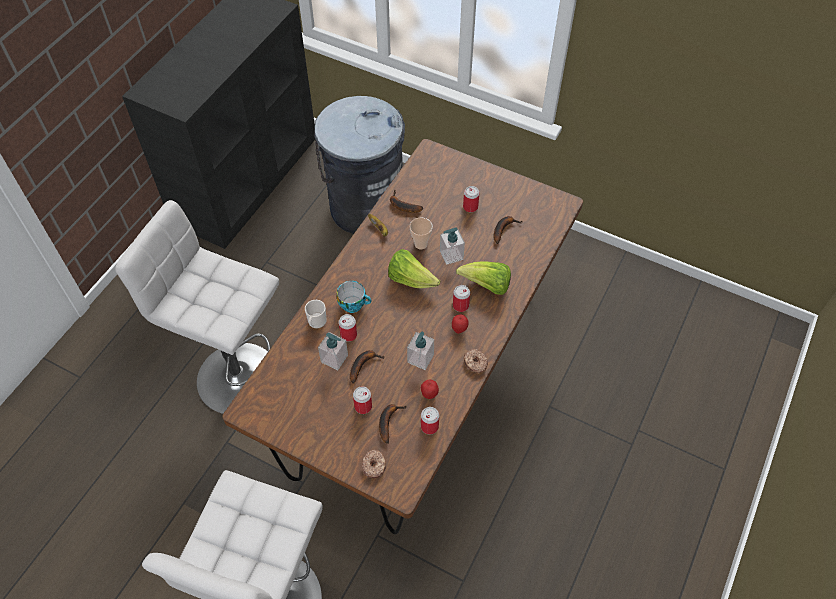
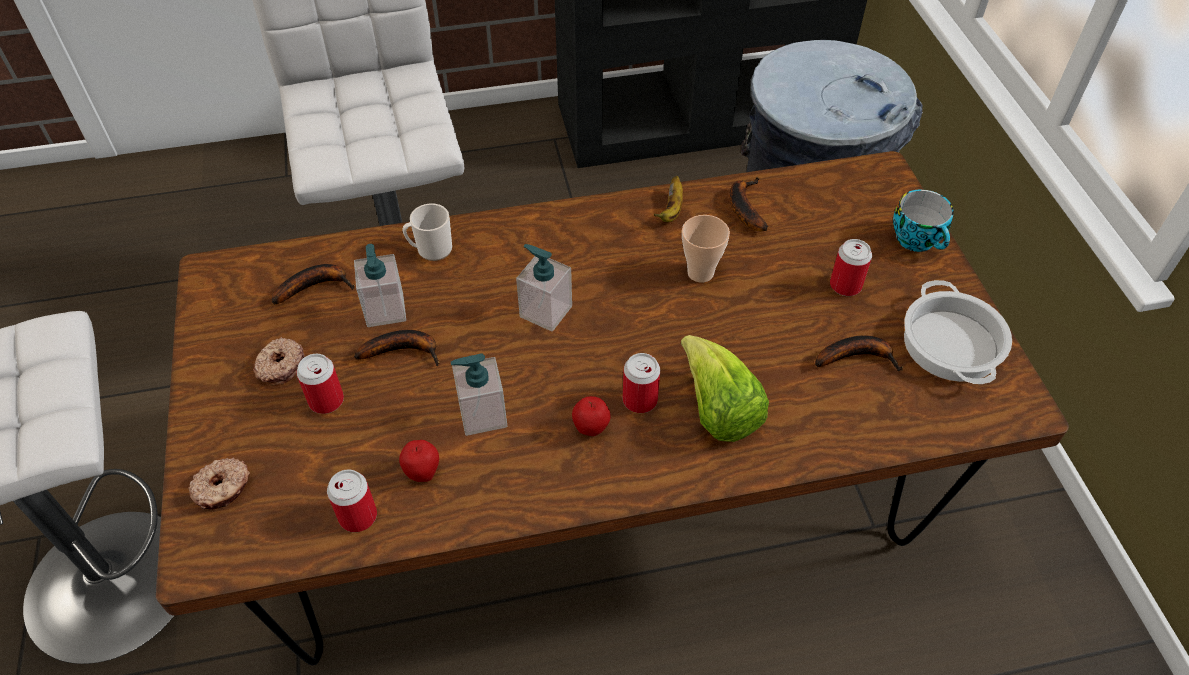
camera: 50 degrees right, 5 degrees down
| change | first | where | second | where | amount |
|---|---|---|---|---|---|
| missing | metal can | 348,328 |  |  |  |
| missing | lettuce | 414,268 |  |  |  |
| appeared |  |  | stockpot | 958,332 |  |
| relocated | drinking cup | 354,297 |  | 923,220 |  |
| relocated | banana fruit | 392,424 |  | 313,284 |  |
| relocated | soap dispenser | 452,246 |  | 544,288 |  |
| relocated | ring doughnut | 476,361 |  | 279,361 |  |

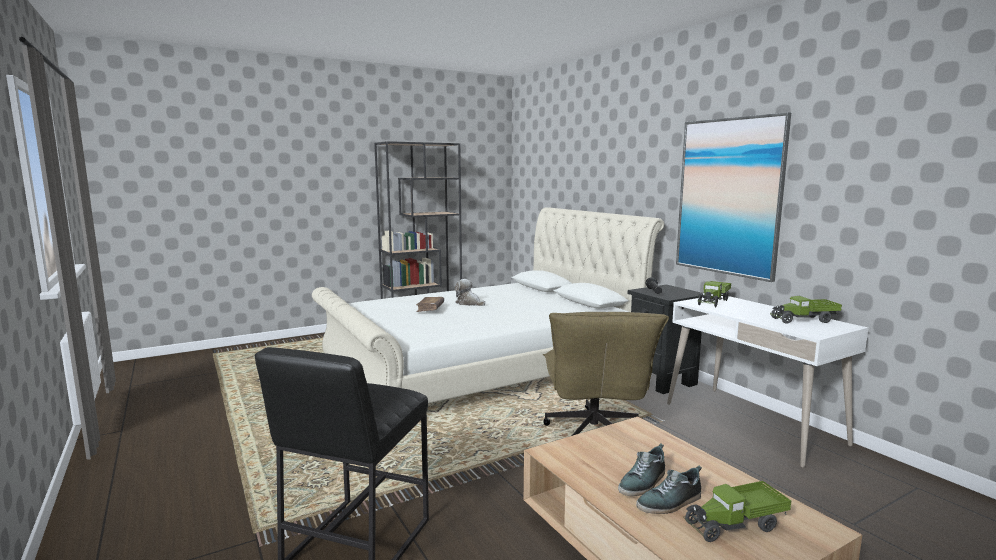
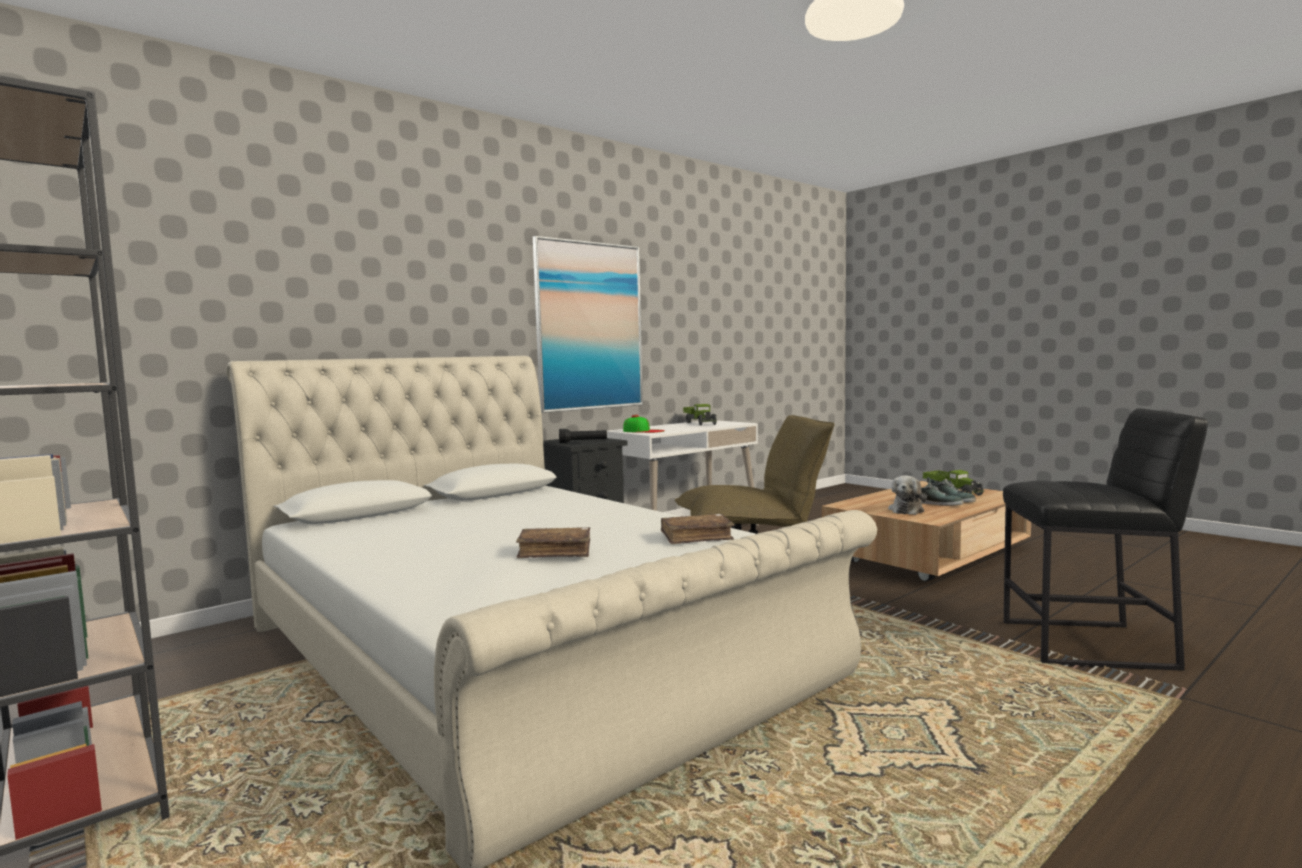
camera: 100 degrees left, 5 degrees down
| change | first | where | second | where | amount |
|---|---|---|---|---|---|
| appeared |  |  | volume/brown-coloured | 698,529 |  |
| relocated | plush toy | 470,292 |  | 907,495 |  |
| exchanged | toy lorry | 714,294 | cap | 644,424 |  |

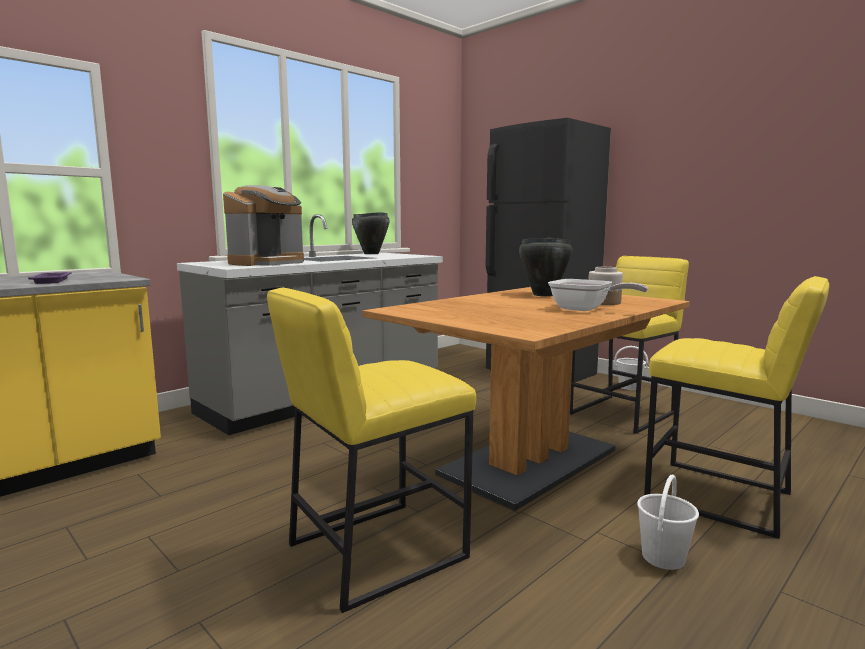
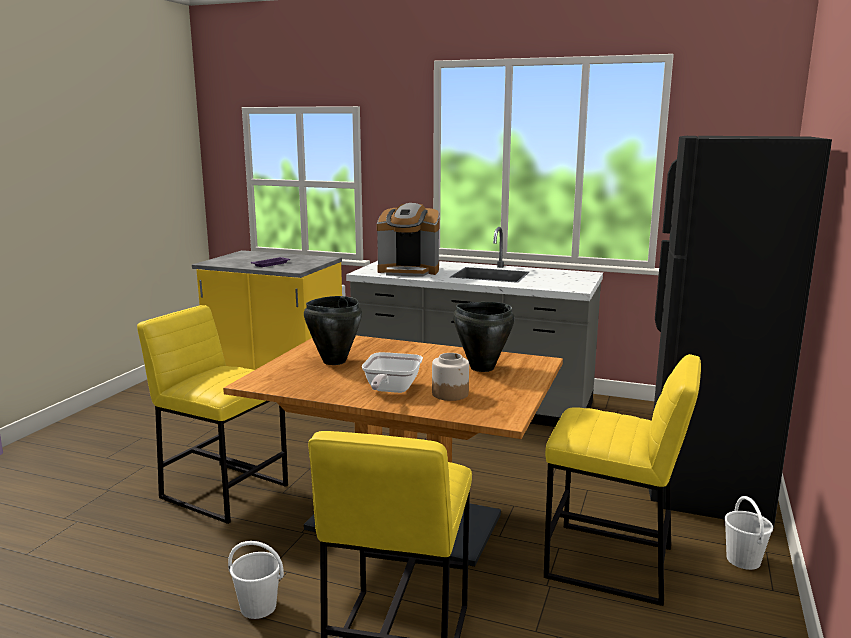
camera: 65 degrees right, 5 degrees up
| change | first | where | second | where | amount |
|---|---|---|---|---|---|
| relocated | stockpot/blackish | 371,233 |  | 333,330 |  |

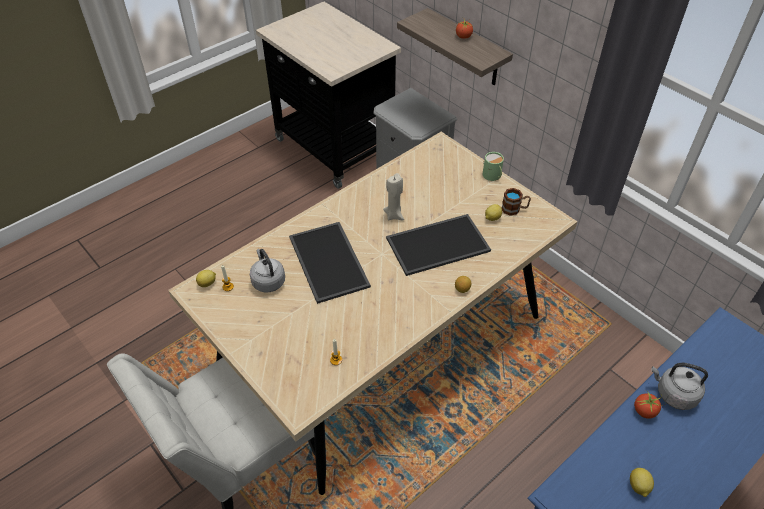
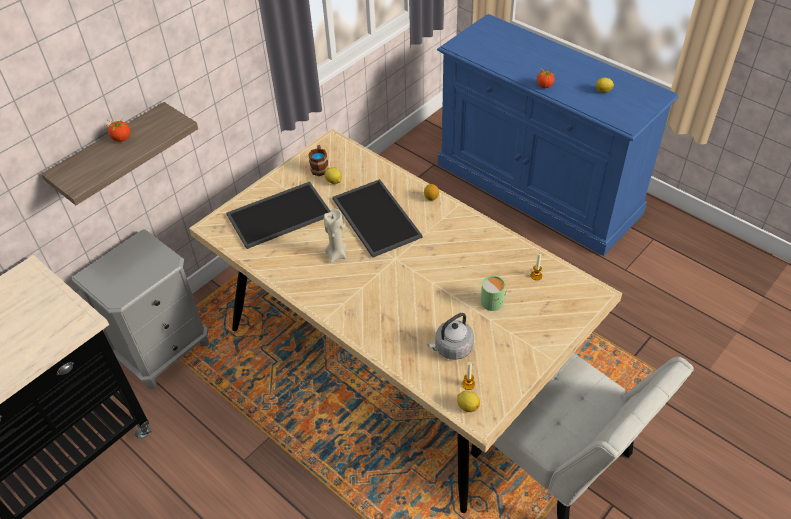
camera: 95 degrees left, 0 degrees up
| change | first | where | second | where | amount |
|---|---|---|---|---|---|
| missing | kettle/greyish | 679,386 |  |  |  |
| relocated | carrying tray | 330,263 |  | 278,215 |  |
| relocated | coffee mug/green-coloured | 493,166 |  | 493,293 |  |

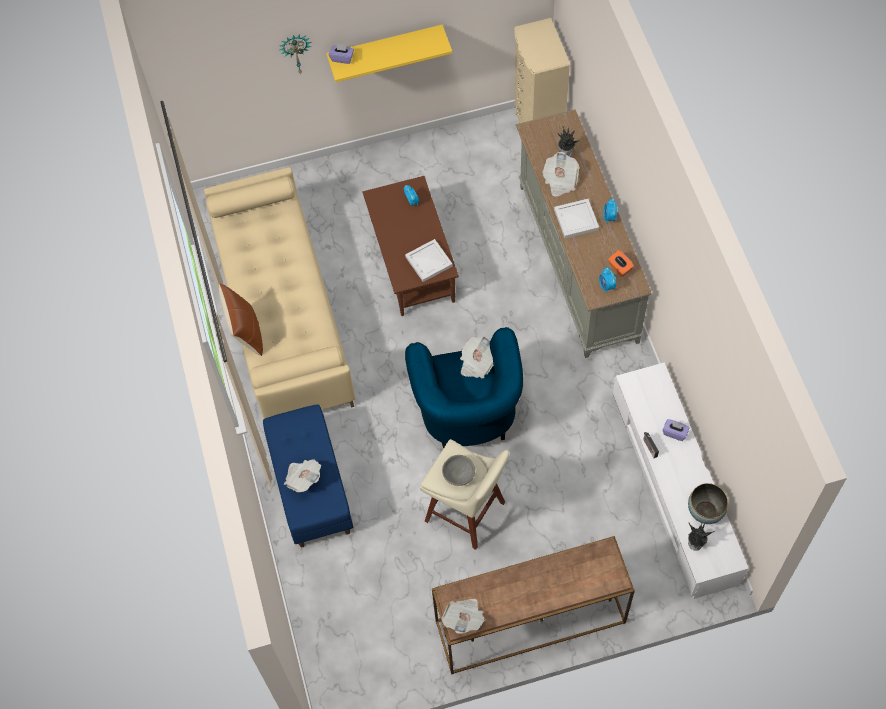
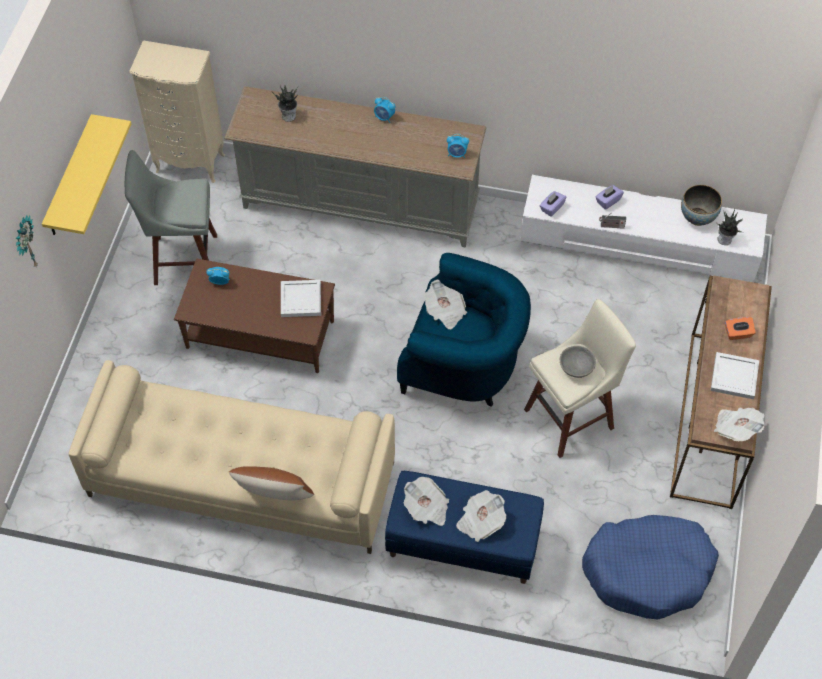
camera: 65 degrees left, 5 degrees down
| change | first | where | second | where | amount |
|---|---|---|---|---|---|
| appeared |  |  | stool seat/greyish | 171,217 |  |
| appeared |  |  | dog cushion/blue-coloured | 650,567 |  |
| relocated | tissue holder/purple | 341,54 |  | 553,204 |  |
| relocated | daily paper | 561,174 |  | 426,501 |  |
| relocated | carrying tray/white-coloured | 576,218 |  | 734,375 |  |
| relocated | tissue holder/orange-coloured | 621,263 |  | 740,328 |  |

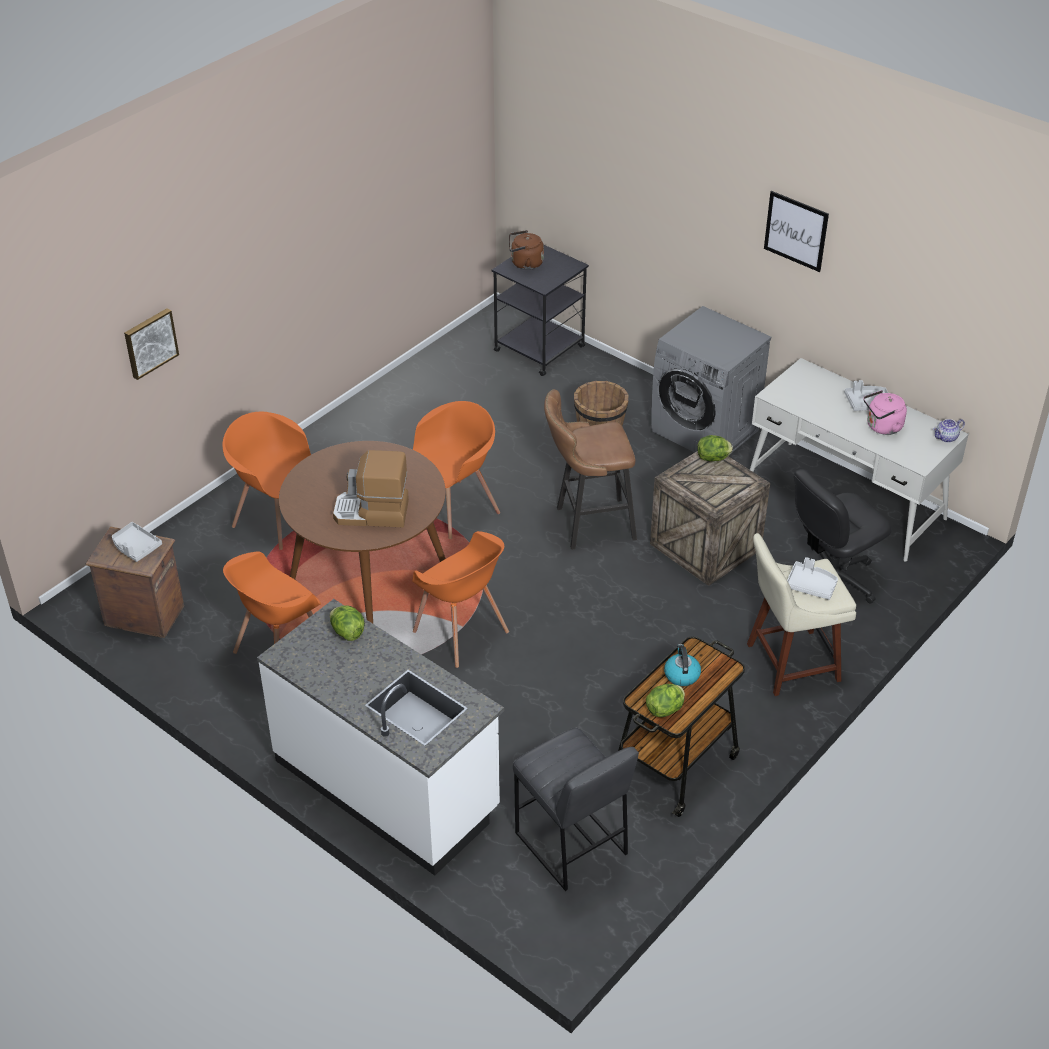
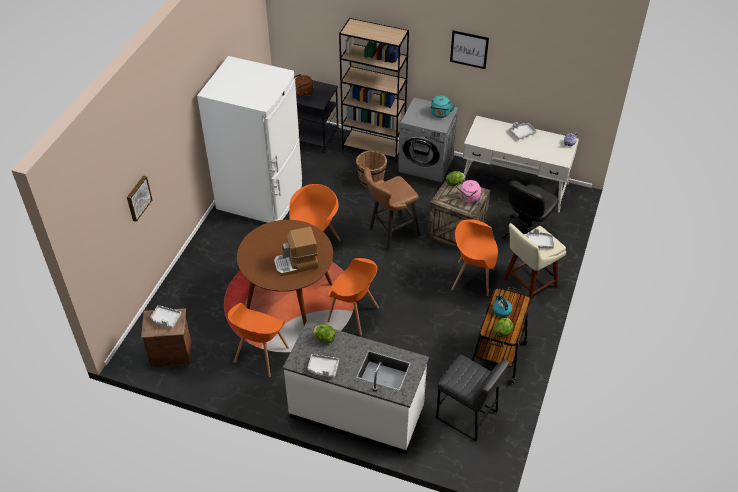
camera: 20 degrees left, 5 degrees up
| change | first | where | second | where | amount |
|---|---|---|---|---|---|
| appeared |  |  | kitchen fridge/white-coloured | 249,139 |  |
| appeared |  |  | carrying tray/greyish | 323,366 |  |
| appeared |  |  | bookcase/beige-coloured | 374,90 |  |
| appeared |  |  | kettle/turquoise-coloured | 443,107 |  |
| relocated | upright chair/orange-coloured | 267,481 |  | 474,257 |  |
| relocated | kettle/pinkish | 885,412 |  | 468,192 |  |

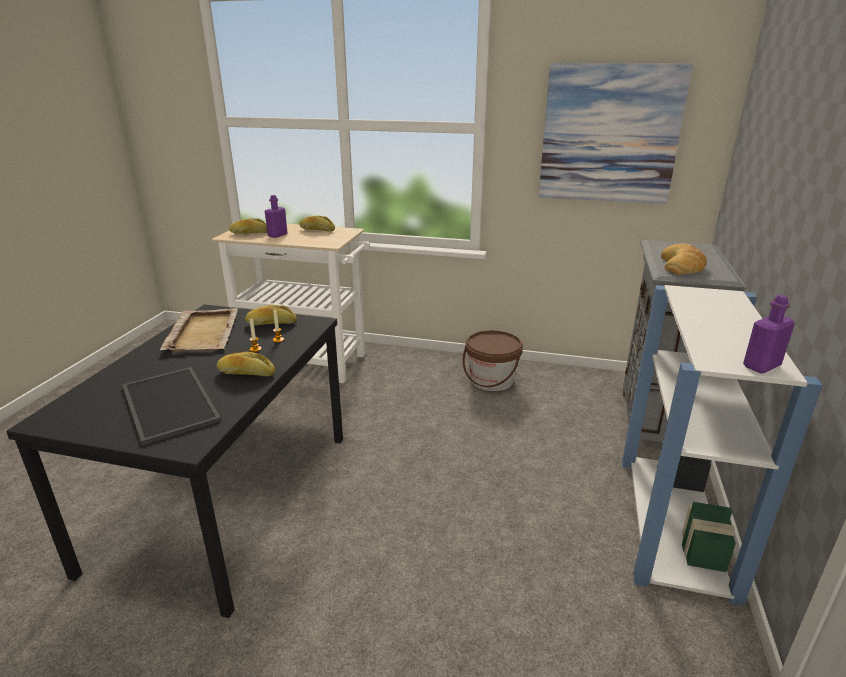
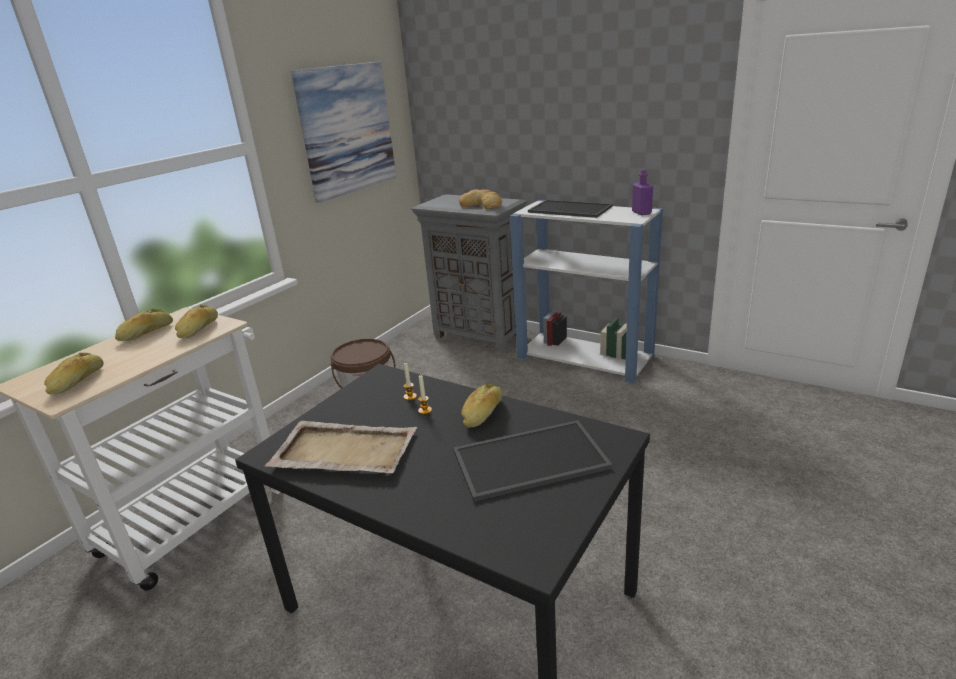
camera: 70 degrees left, 0 degrees up
| change | first | where | second | where | amount |
|---|---|---|---|---|---|
| missing | drink bottle/purple | 276,216 |  |  |  |
| appeared |  |  | carrying tray | 570,209 |  |
| relocated | bread | 271,315 |  | 196,321 |  |

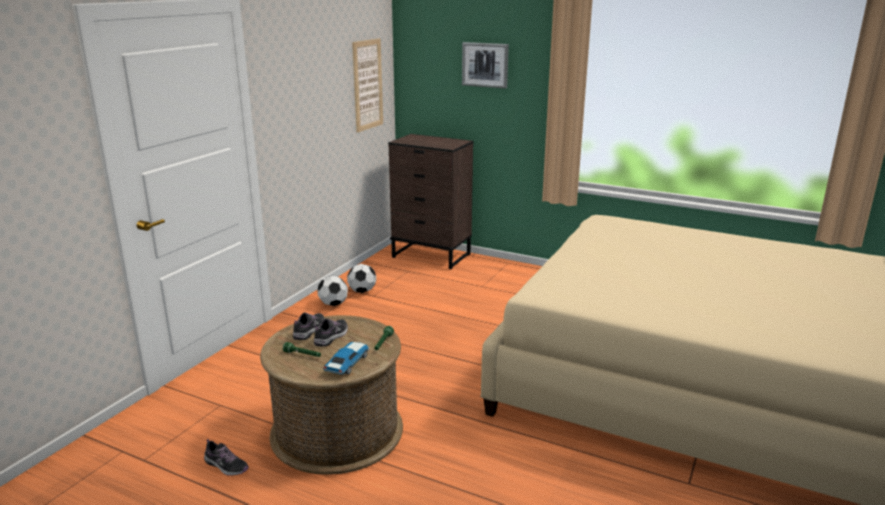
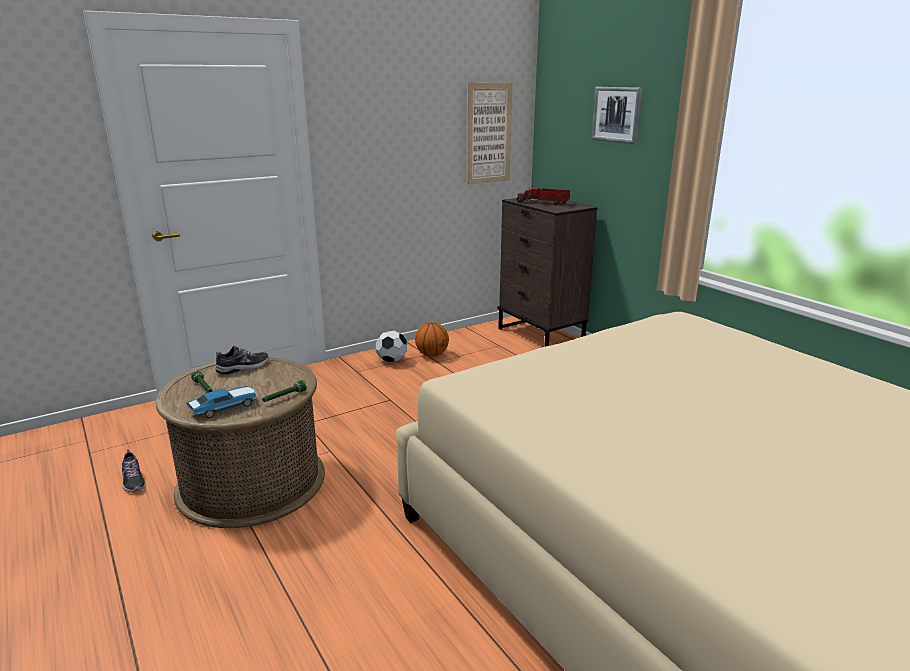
camera: 30 degrees right, 0 degrees up
| change | first | where | second | where | amount |
|---|---|---|---|---|---|
| missing | shoe | 331,332 |  |  |  |
| appeared |  |  | toy lorry | 543,196 |  |
| exchanged | football | 361,278 | basketball | 432,339 |  |

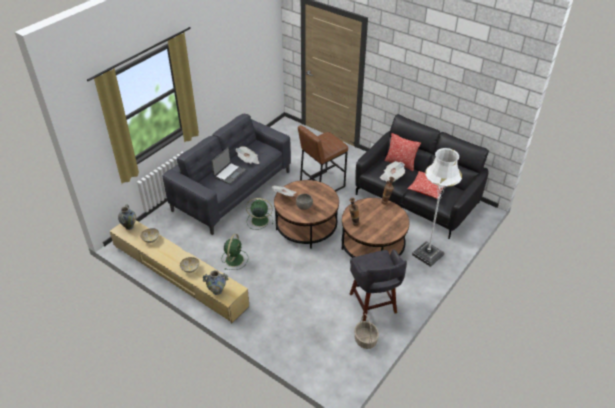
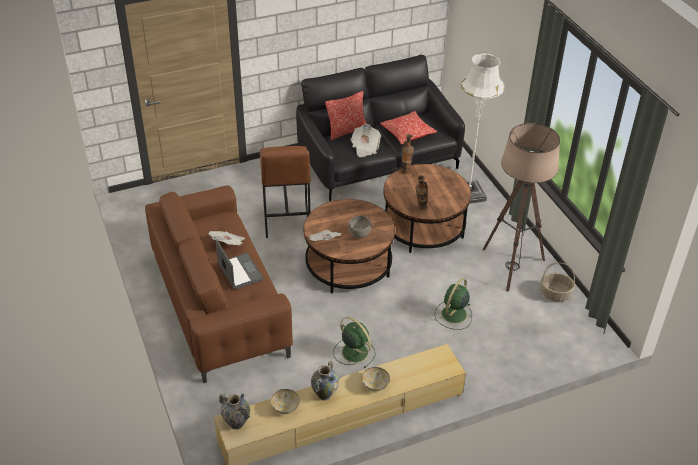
camera: 60 degrees left, 0 degrees up
| change | first | where | second | where | amount |
|---|---|---|---|---|---|
| relocated | flower vase | 215,282 |  | 325,380 |  |
| relocated | fan/green-coloured | 259,214 |  | 453,304 |  |
| exchanged | stool seat/greyish | 378,285 | standard lamp | 521,207 |  |
| colour | settee/greyish | 226,174 | settee/brown-coloured | 219,284 |  |

